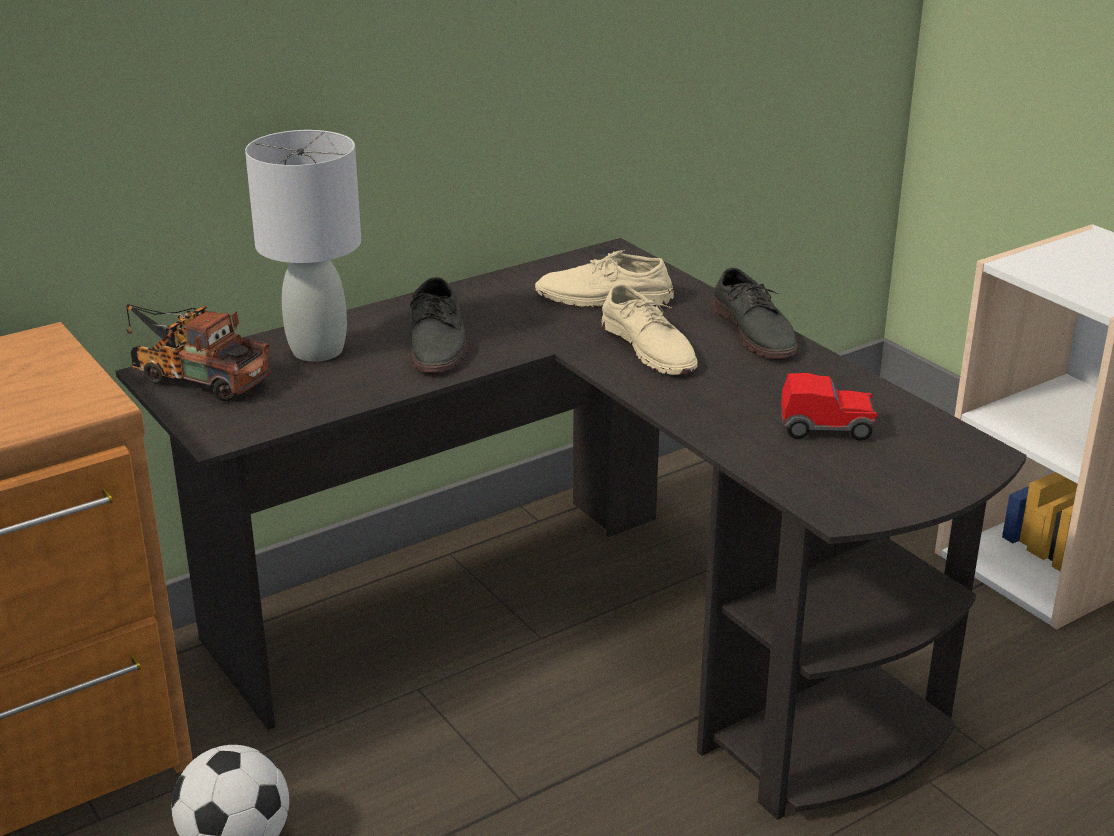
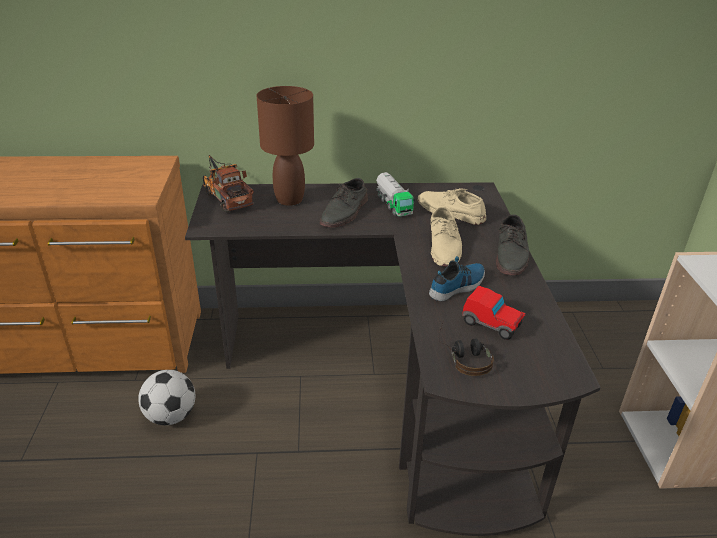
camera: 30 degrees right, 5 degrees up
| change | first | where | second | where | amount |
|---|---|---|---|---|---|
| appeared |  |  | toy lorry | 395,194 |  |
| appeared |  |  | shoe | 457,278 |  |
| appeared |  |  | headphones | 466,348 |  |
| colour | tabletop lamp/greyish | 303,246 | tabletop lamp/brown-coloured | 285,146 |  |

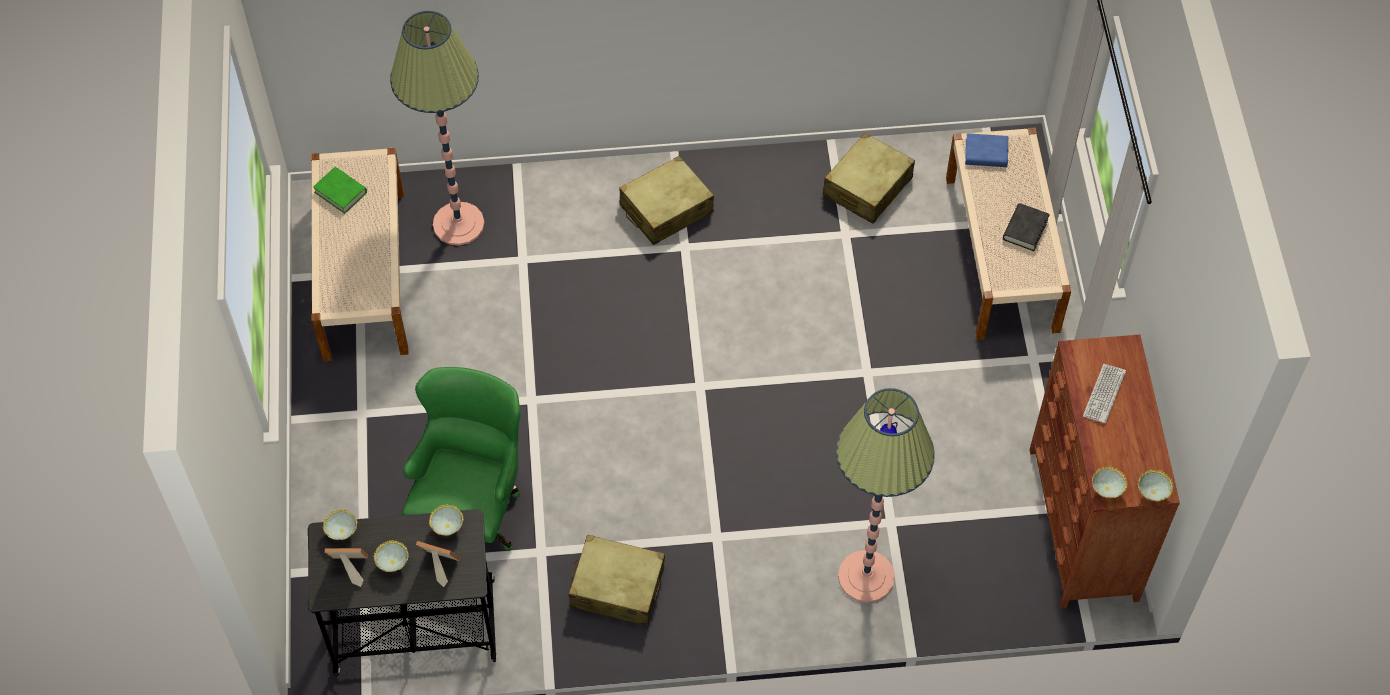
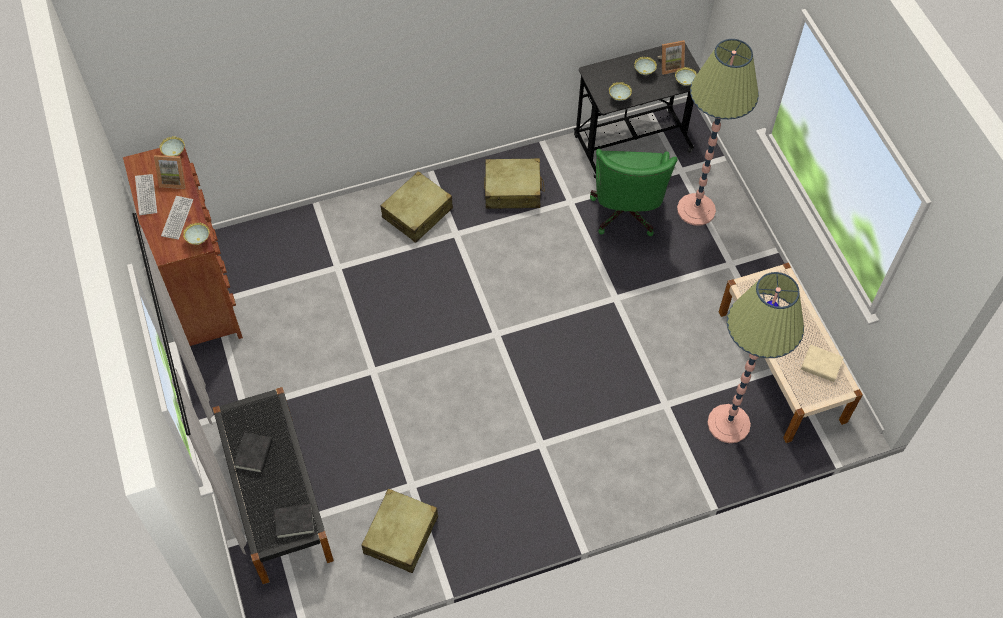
camera: 165 degrees right, 0 degrees up
| change | first | where | second | where | amount |
|---|---|---|---|---|---|
| appeared |  |  | keyboard | 146,194 |  |
| relocated | photo frame | 438,564 |  | 169,172 |  |
| relocated | travel case/beige-coloured | 666,200 |  | 417,207 |  |
| relocated | standard lamp | 885,495 |  | 718,132 |  |
| relocated | deep dish | 1155,485 |  | 196,234 |  |
| colour | volume/green-coloured | 340,190 | volume/beige-coloured | 822,363 |  |
| colour | indoor bench/beige-coloured | 1008,233 | indoor bench/blackish | 273,485 |  |
| colour | volume/blue-coloured | 986,150 | volume/blackish | 294,521 |  |

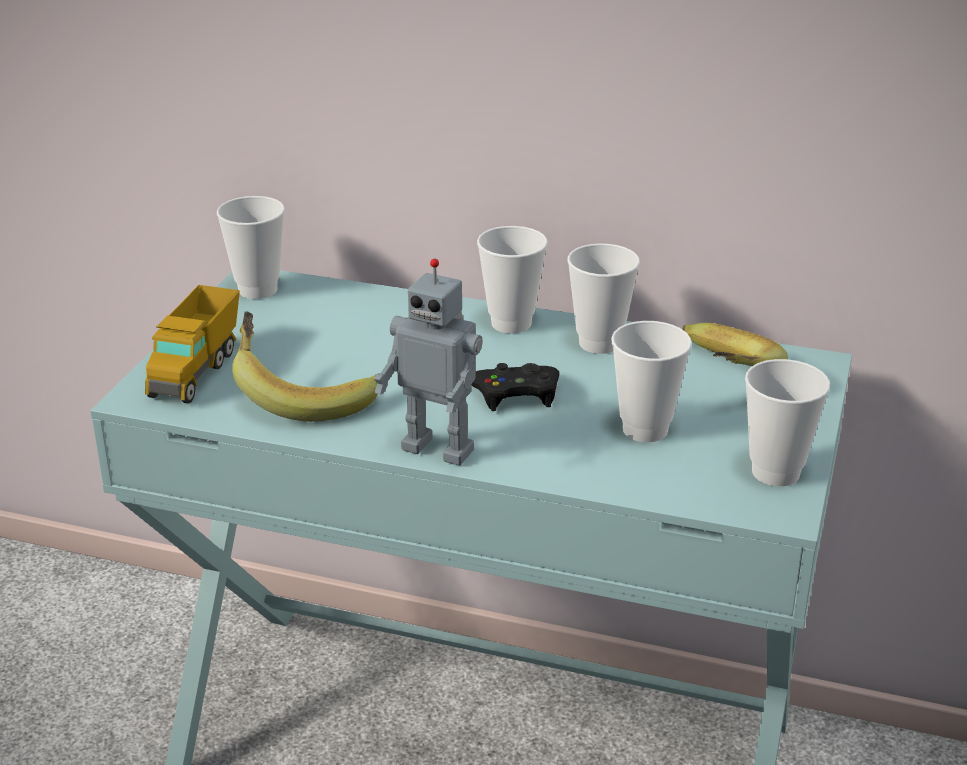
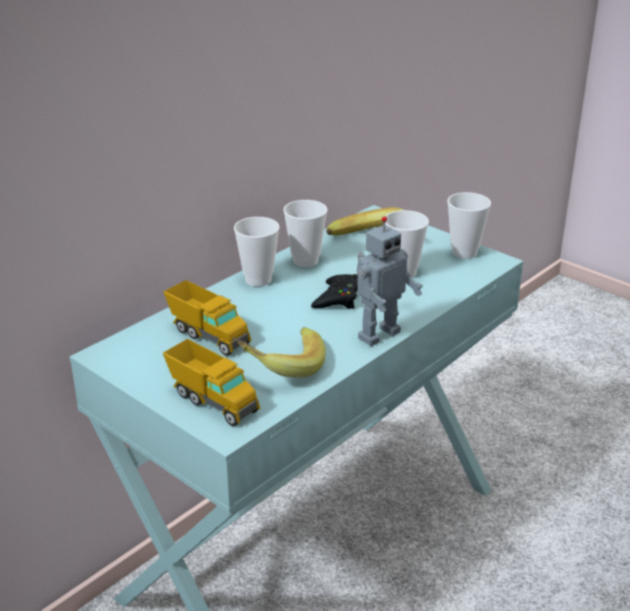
camera: 65 degrees left, 0 degrees up
| change | first | where | second | where | amount |
|---|---|---|---|---|---|
| missing | drinking cup | 251,247 |  |  |  |
| appeared |  |  | toy lorry | 207,318 |  |

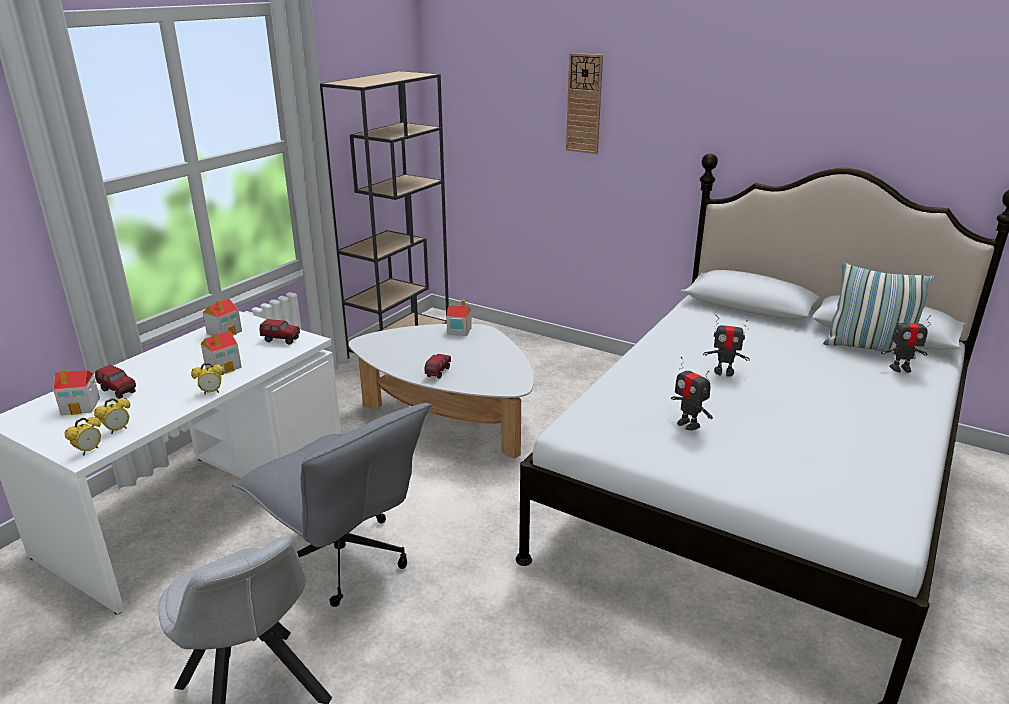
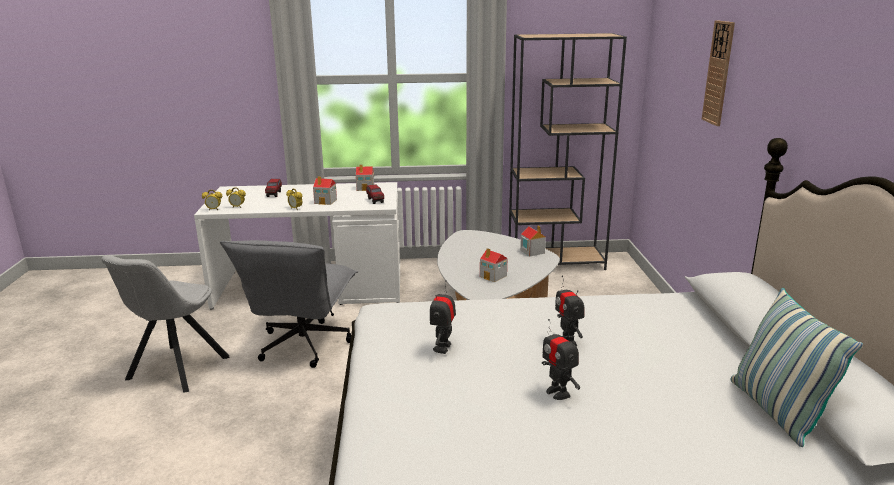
camera: 55 degrees right, 5 degrees down
| change | first | where | second | where | amount |
|---|---|---|---|---|---|
| missing | toy lorry | 437,366 |  |  |  |
| relocated | miniature house | 76,392 |  | 493,265 |  |
| relocated | toy robot | 906,343 |  | 561,359 |  |

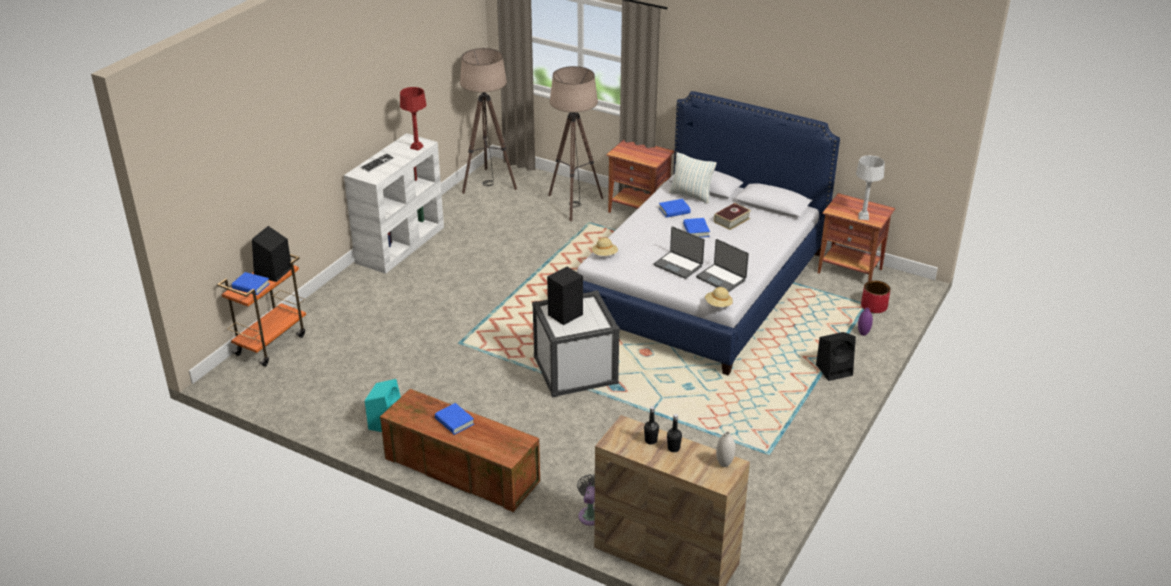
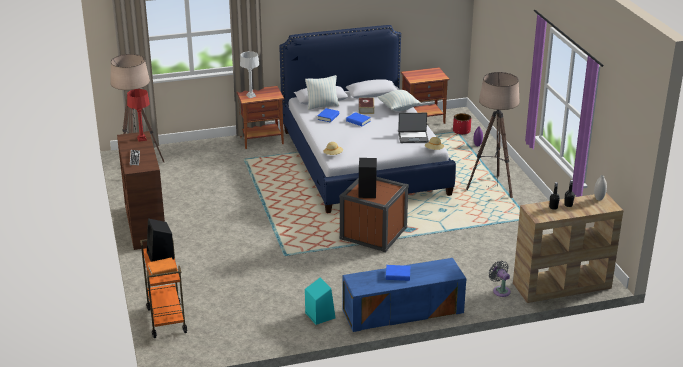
camera: 45 degrees left, 5 degrees down
| change | first | where | second | where | amount |
|---|---|---|---|---|---|
| missing | laptop | 679,252 |  |  |  |
| missing | loudspeaker/blackish | 836,356 |  |  |  |
| appeared |  |  | pillow | 399,100 |  |
| relocated | standard lamp | 575,143 |  | 493,135 |  |
| relocated | tabletop lamp/greyish | 870,187 |  | 249,74 |  |
| colour | volume/blue-coloured | 251,283 | volume/orange-coloured | 162,267 |  |
| colour | bookcase/white-coloured | 394,203 | bookcase/brown-coloured | 141,190 |  |
| colour | indoor bench/brown-coloured | 460,450 | indoor bench/blue-coloured | 405,295 |  |
| colour | storage bin/white-coloured | 576,344 | storage bin/brown-coloured | 374,215 |  |

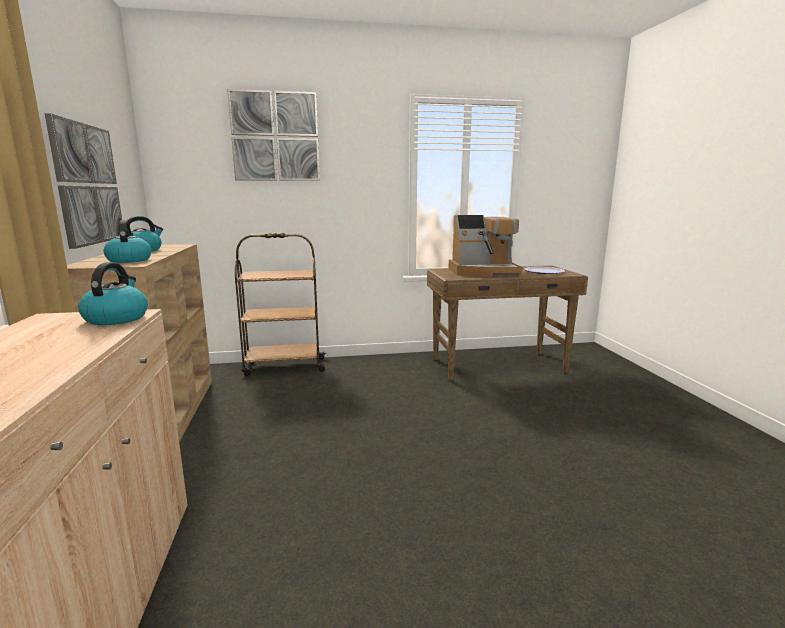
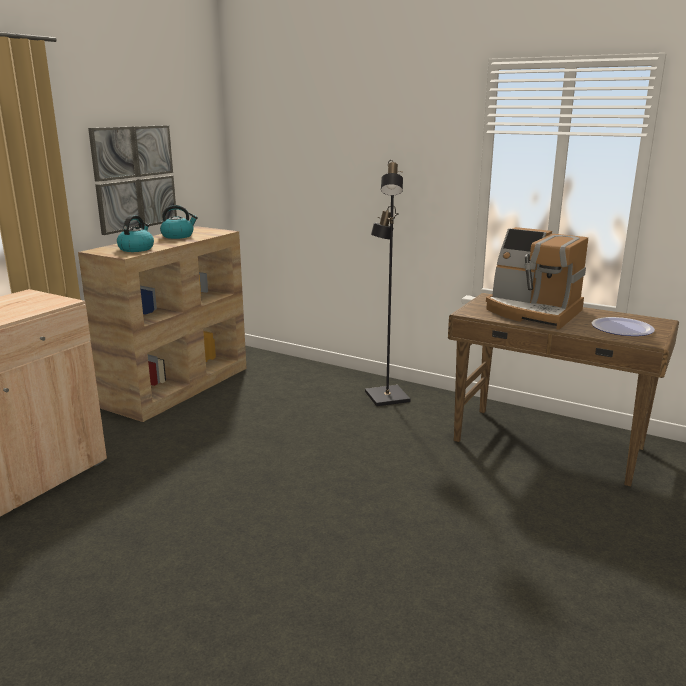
camera: 40 degrees right, 5 degrees up
| change | first | where | second | where | amount |
|---|---|---|---|---|---|
| missing | kettle | 113,293 |  |  |  |
| missing | wall art | 273,135 |  |  |  |
| missing | cart/brown-coloured | 281,304 |  |  |  |
| appeared |  |  | standard lamp/blackish | 387,283 |  |

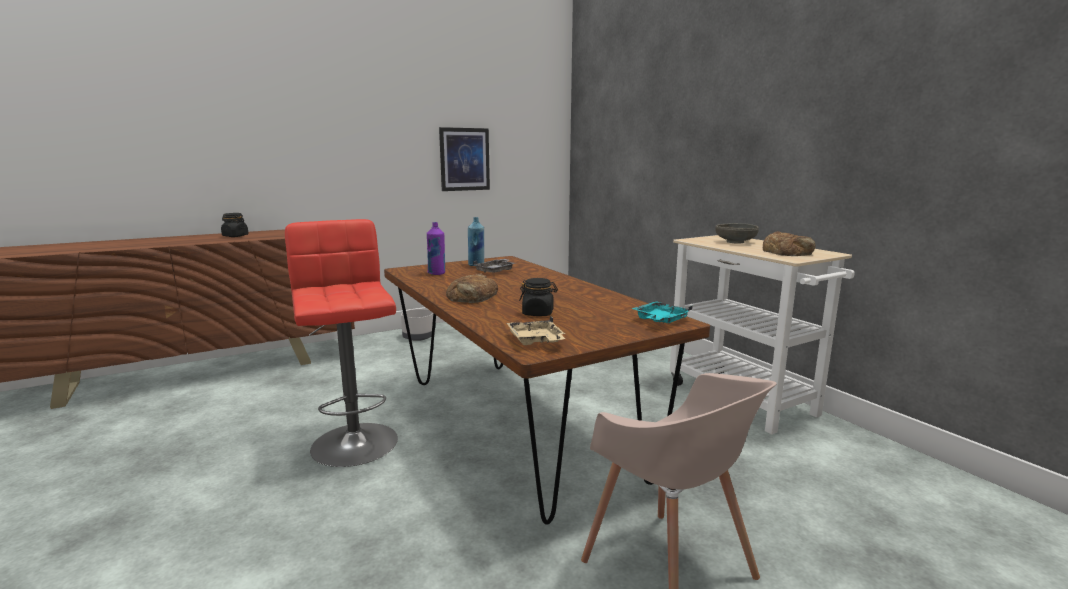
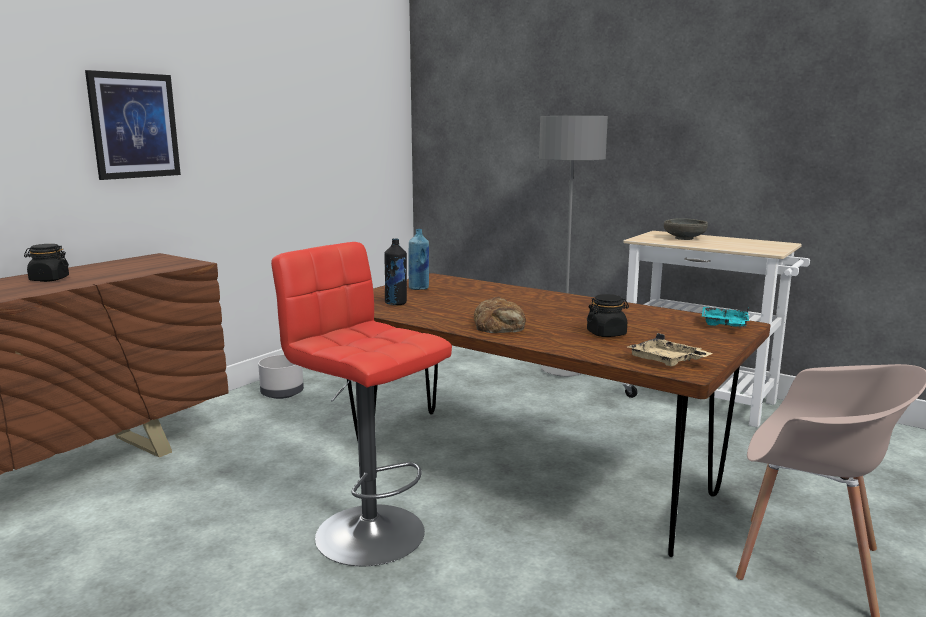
camera: 25 degrees left, 0 degrees up
| change | first | where | second | where | amount |
|---|---|---|---|---|---|
| missing | carrying tray/greyish | 493,266 |  |  |  |
| missing | bread | 789,243 |  |  |  |
| appeared |  |  | standard lamp/greyish | 573,246 |  |
| relocated | wall art | 464,159 |  | 133,125 |  |
| colour | drink bottle/purple | 436,248 | drink bottle/blackish | 395,272 |  |

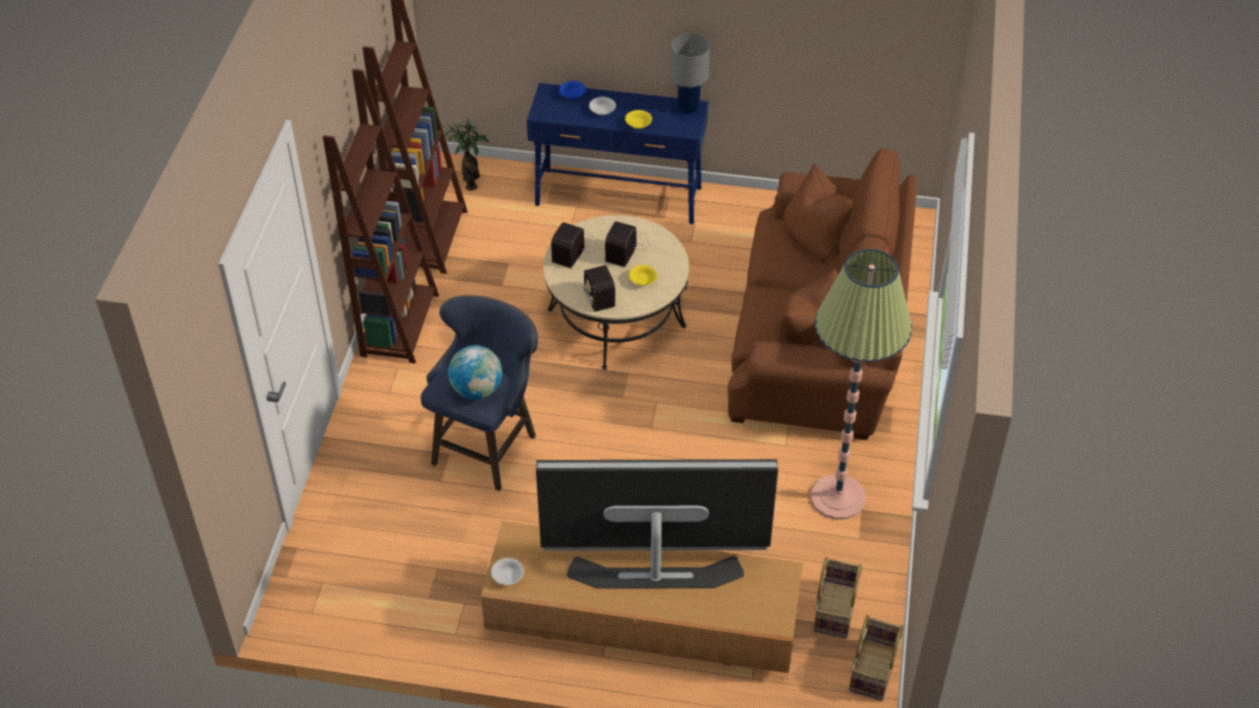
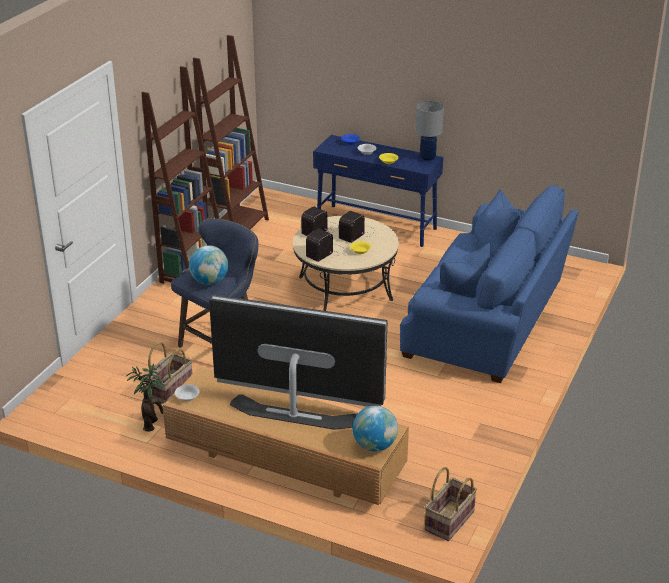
camera: 15 degrees right, 15 degrees down
| change | first | where | second | where | amount |
|---|---|---|---|---|---|
| missing | standard lamp | 861,384 |  |  |  |
| appeared |  |  | world globe | 375,428 |  |
| relocated | plant in a pot | 467,155 |  | 145,397 |  |
| relocated | storage basket | 837,597 |  | 169,373 |  |
| colour | settee/brown-coloured | 823,294 | settee/blue-coloured | 489,284 |  |
| spun | radio | 598,288 |  | 325,245 | 45 degrees clockwise |

